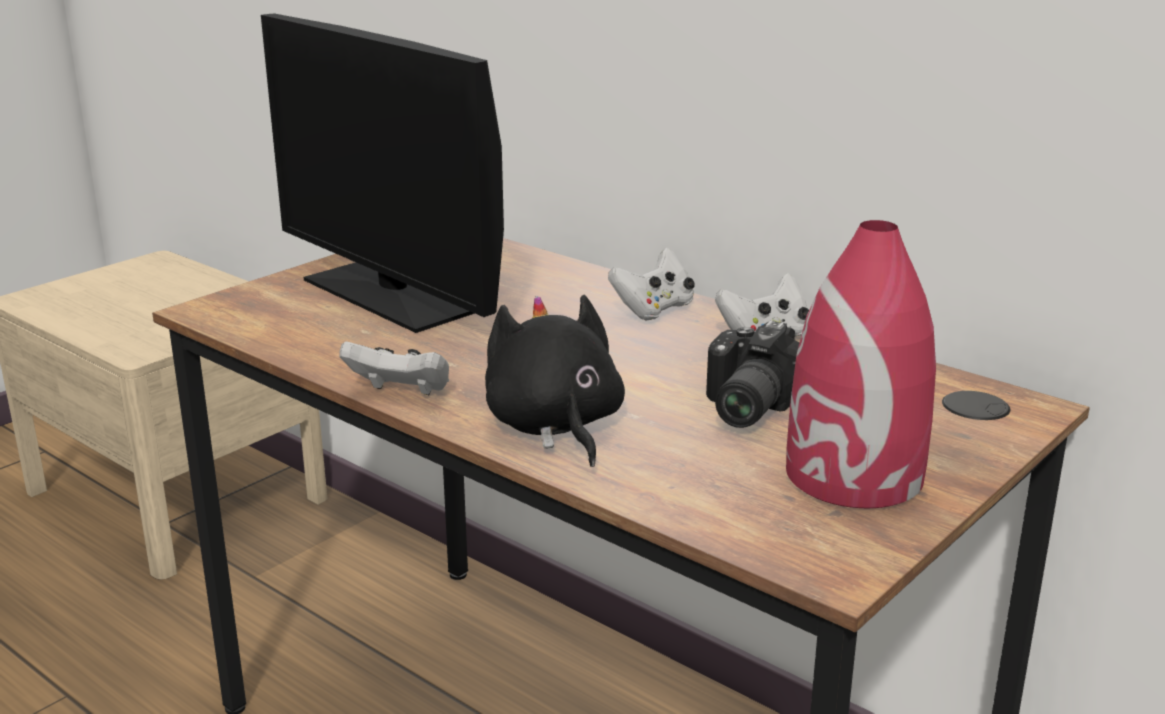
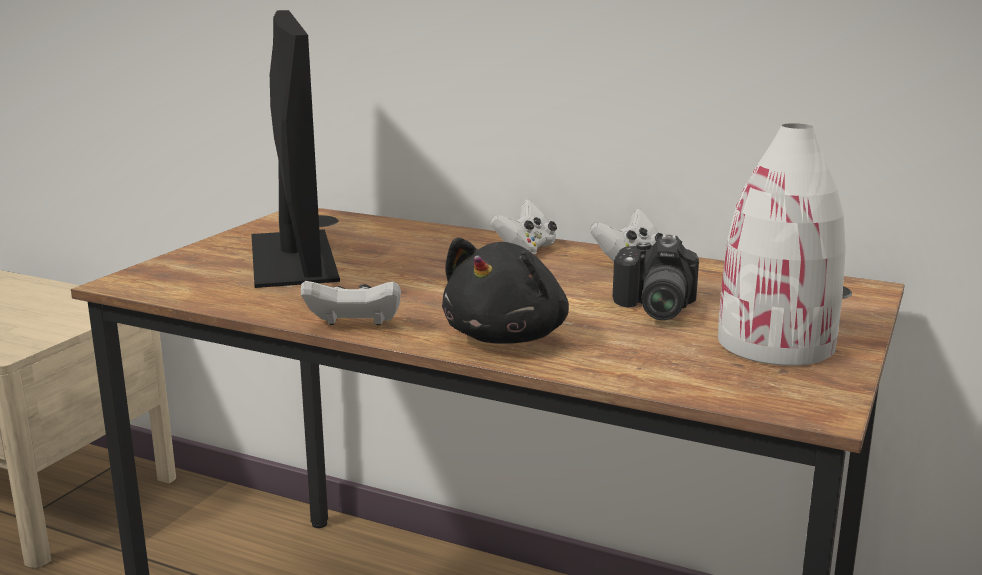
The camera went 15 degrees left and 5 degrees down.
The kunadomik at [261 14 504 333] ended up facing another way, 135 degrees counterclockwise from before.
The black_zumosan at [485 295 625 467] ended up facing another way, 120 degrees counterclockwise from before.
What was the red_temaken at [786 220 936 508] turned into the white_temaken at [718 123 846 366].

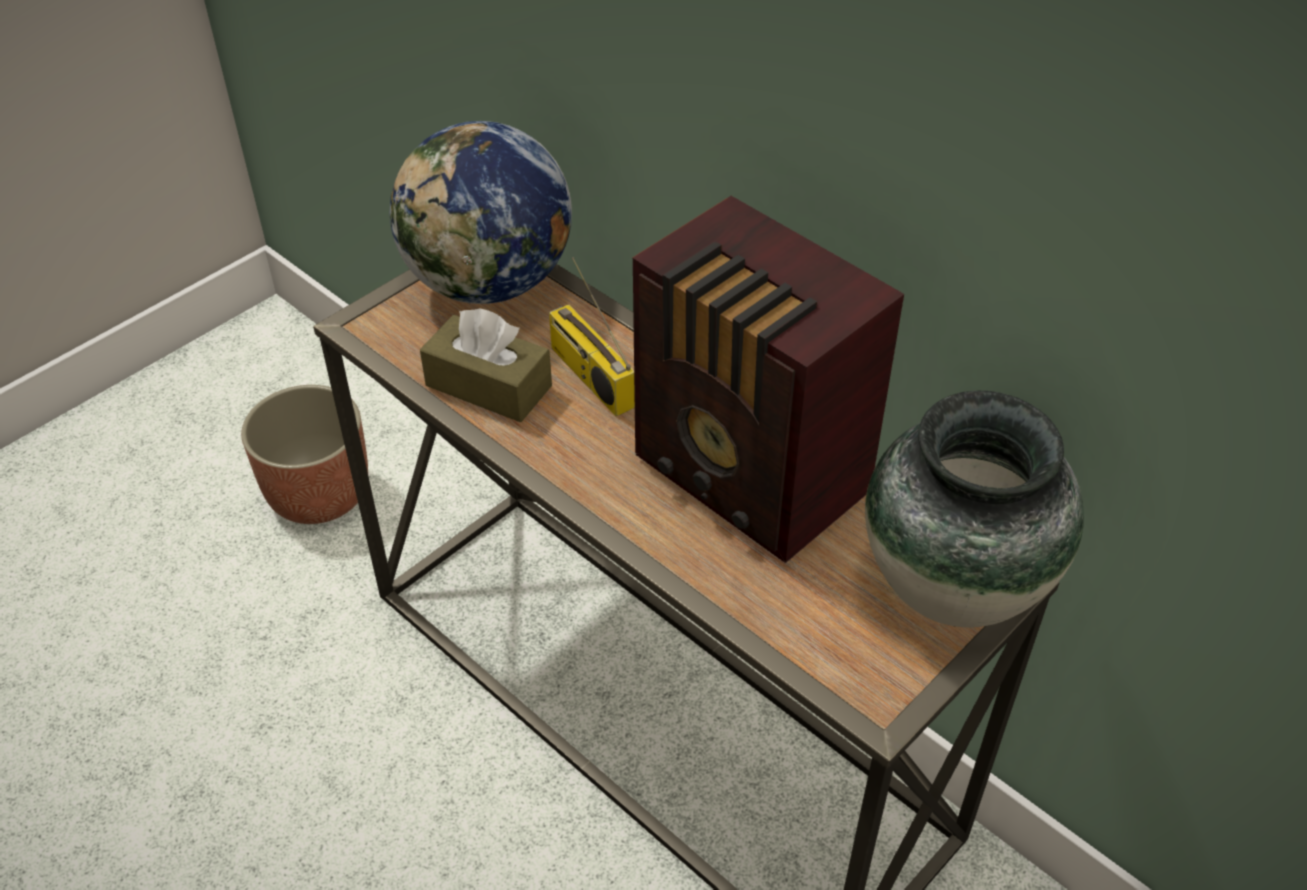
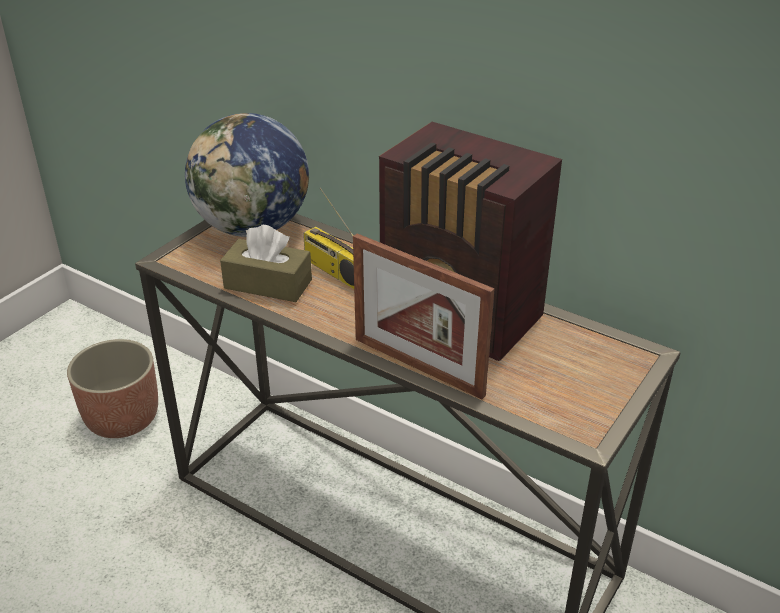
The camera went 10 degrees left and 10 degrees down.
The second view lost the temaken at [865 390 1084 628].
The second view gained the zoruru at [353 233 495 399].

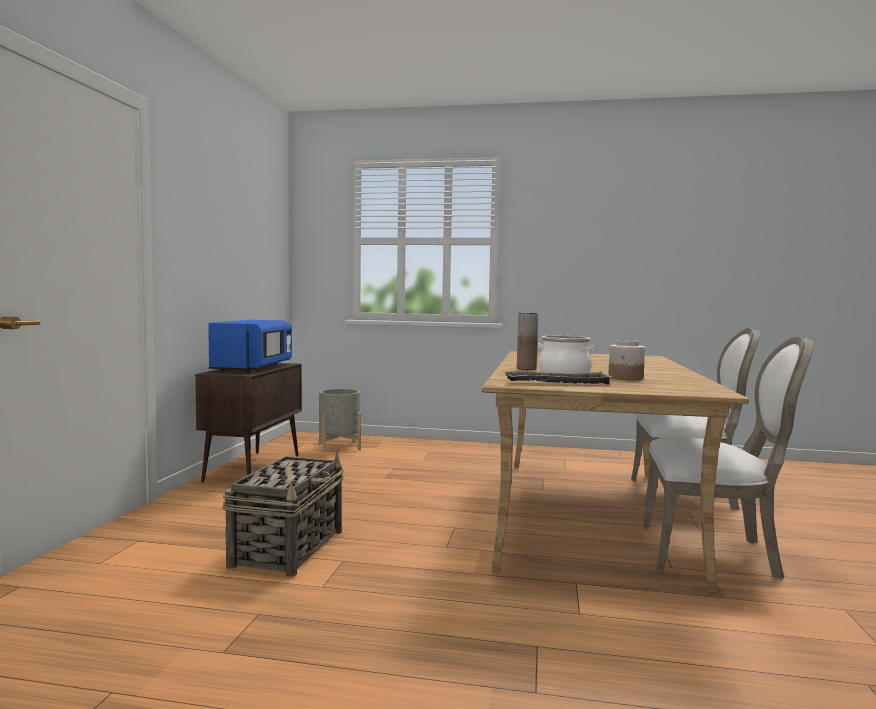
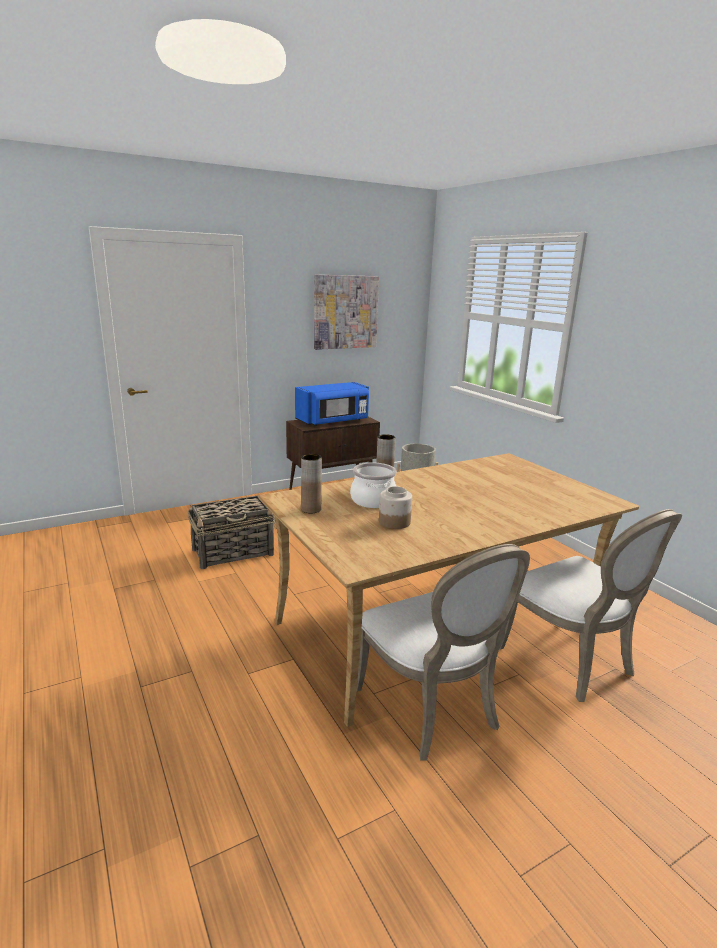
The camera went 50 degrees right and 15 degrees up.
Where the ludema stood at [504 371 613 385], the brown_temaken came to stand at [301 454 322 513].
The second view gained the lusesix at [314 275 379 350].

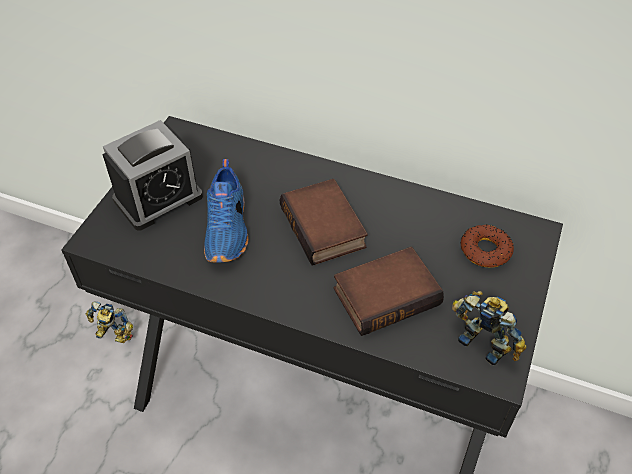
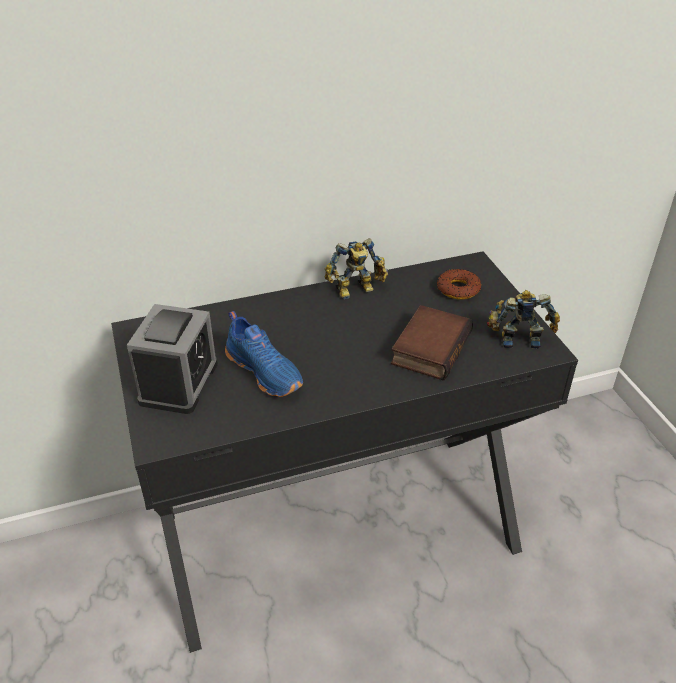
The camera went 40 degrees left and 10 degrees down.
The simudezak ended up elsewhere, having gone from [86 302 133 343] to [325 238 388 299].
The second view lost the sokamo at [280 179 368 266].

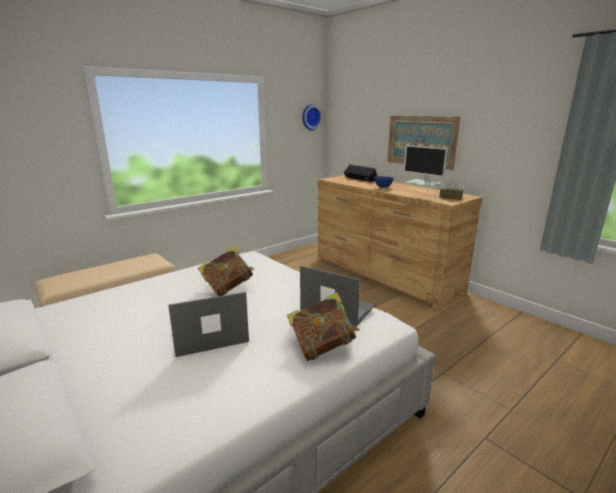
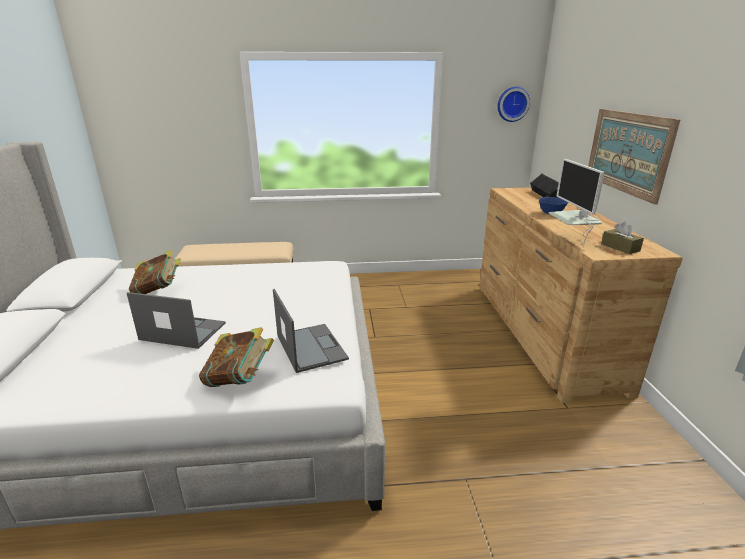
The camera went 35 degrees right and 5 degrees up.
The sokamo ended up elsewhere, having gone from [198 246 255 296] to [129 250 181 294].

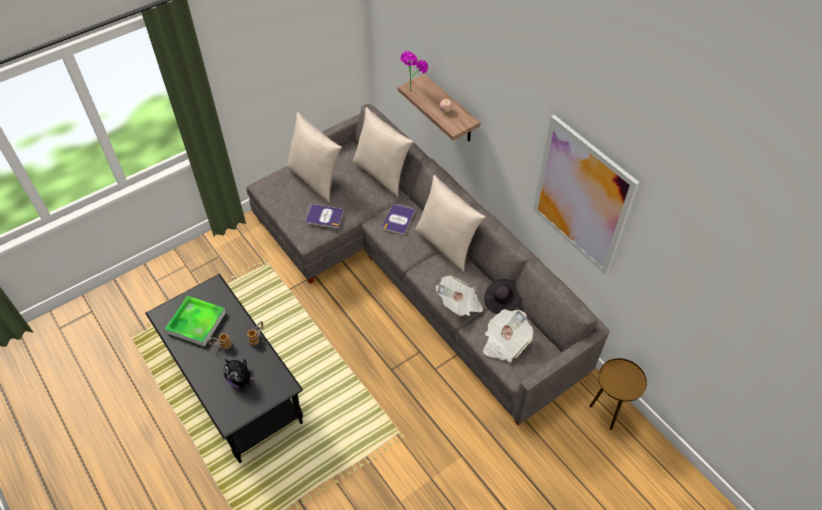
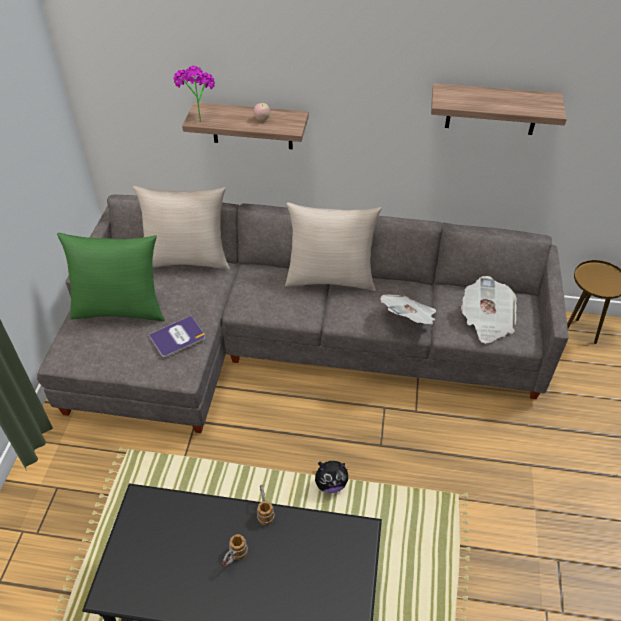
The camera went 45 degrees left and 5 degrees down.
The second view lost the ludema at [165 296 226 347].
The zumosan ended up elsewhere, having gone from [224 359 255 387] to [315 461 349 493].
What was the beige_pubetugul at [287 112 342 203] turned into the green_pubetugul at [57 233 165 322].
The second view lost the sokamo at [382 204 416 235].
The second view lost the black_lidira at [484 279 521 314].
Where the lusesix hung at [533 115 640 275], the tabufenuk came to hang at [431 83 567 135].

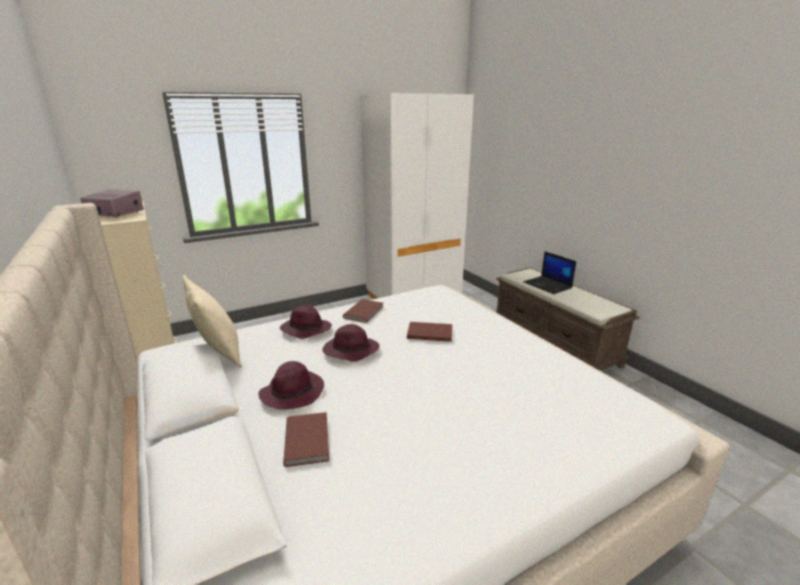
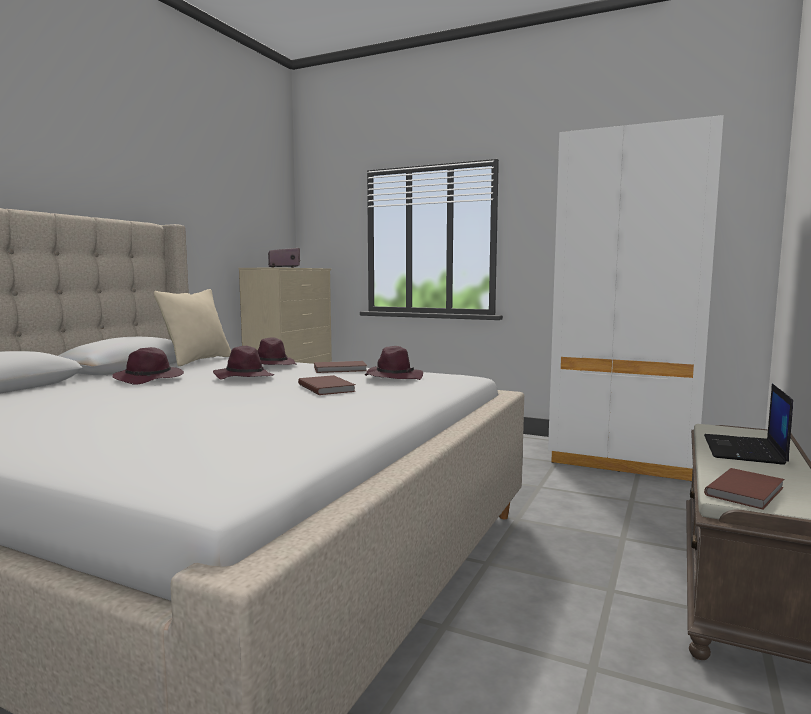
The camera went 55 degrees right and 15 degrees down.
The brown_sokamo ended up elsewhere, having gone from [283 412 329 467] to [704 468 784 510].
The second view gained the purple_lidira at [365 346 423 380].

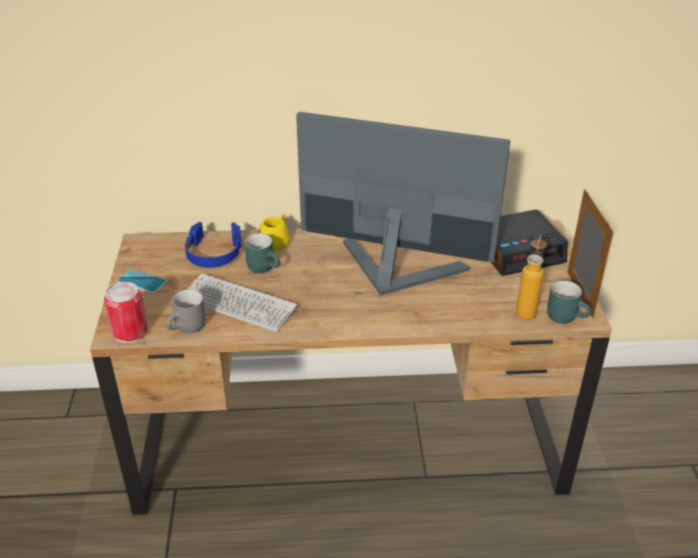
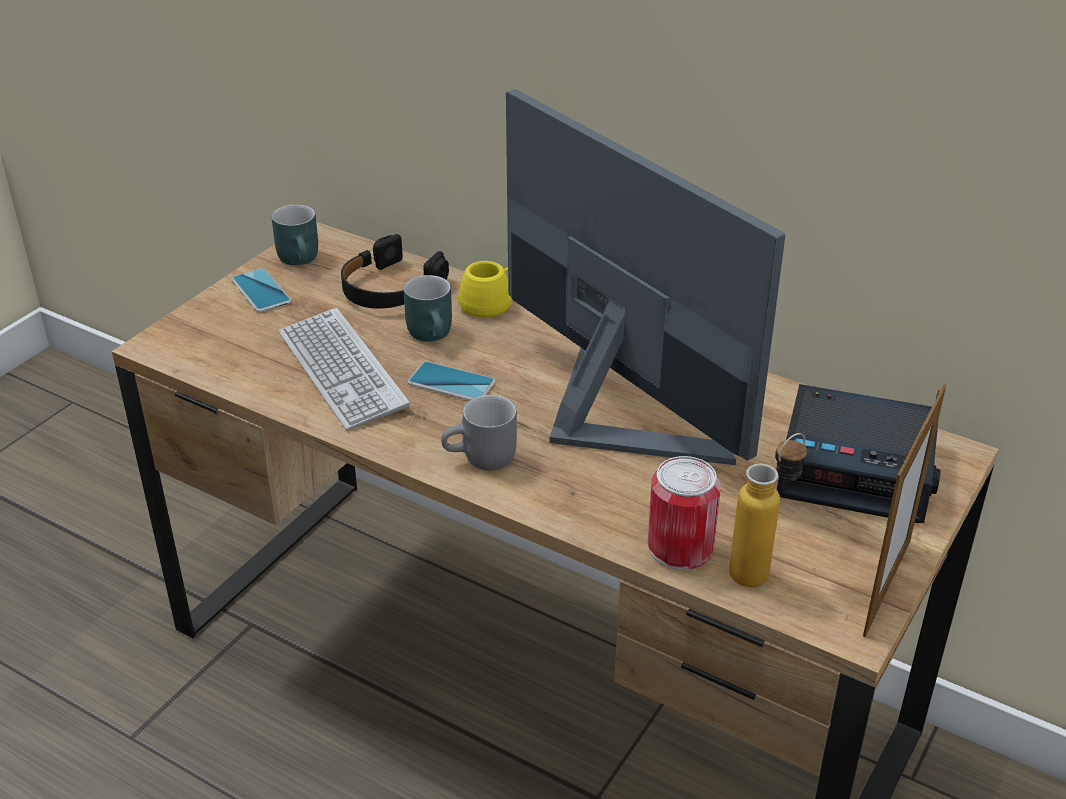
The camera went 35 degrees right and 0 degrees up.
The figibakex ended up elsewhere, having gone from [104 282 148 343] to [647 456 721 570].
The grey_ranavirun ended up elsewhere, having gone from [166 290 206 333] to [441 395 517 471].
What was the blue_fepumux at [185 222 241 268] turned into the black_fepumux at [341 234 449 309].
The turquoise_ranavirun ended up elsewhere, having gone from [547 281 591 324] to [271 204 318 265].
The second view gained the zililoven at [408 361 496 400].

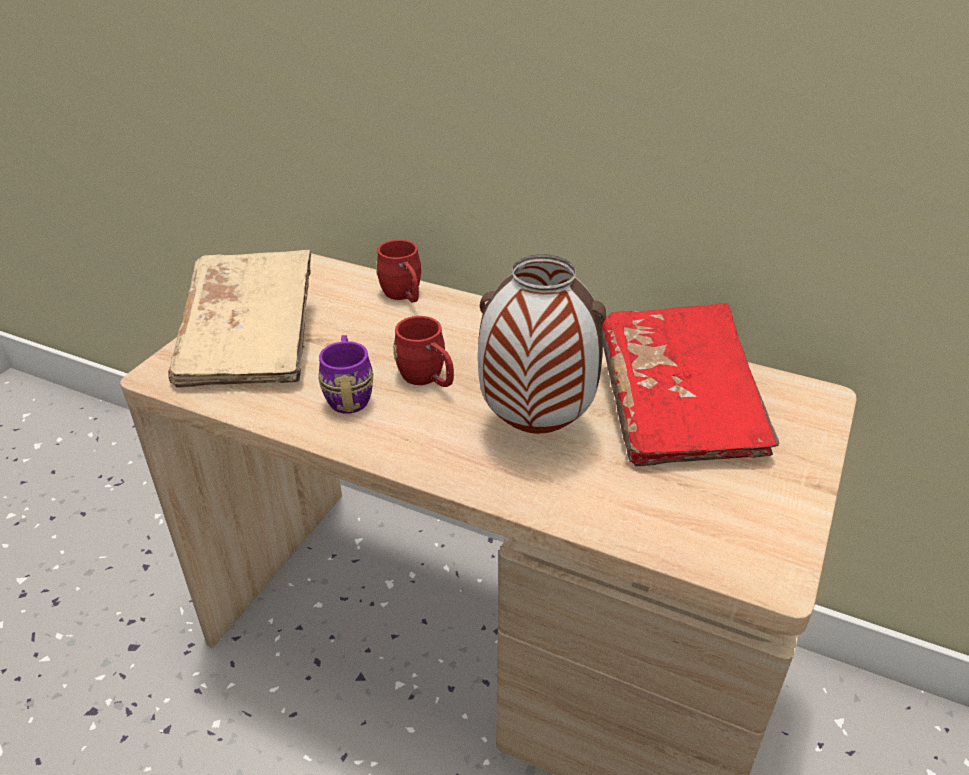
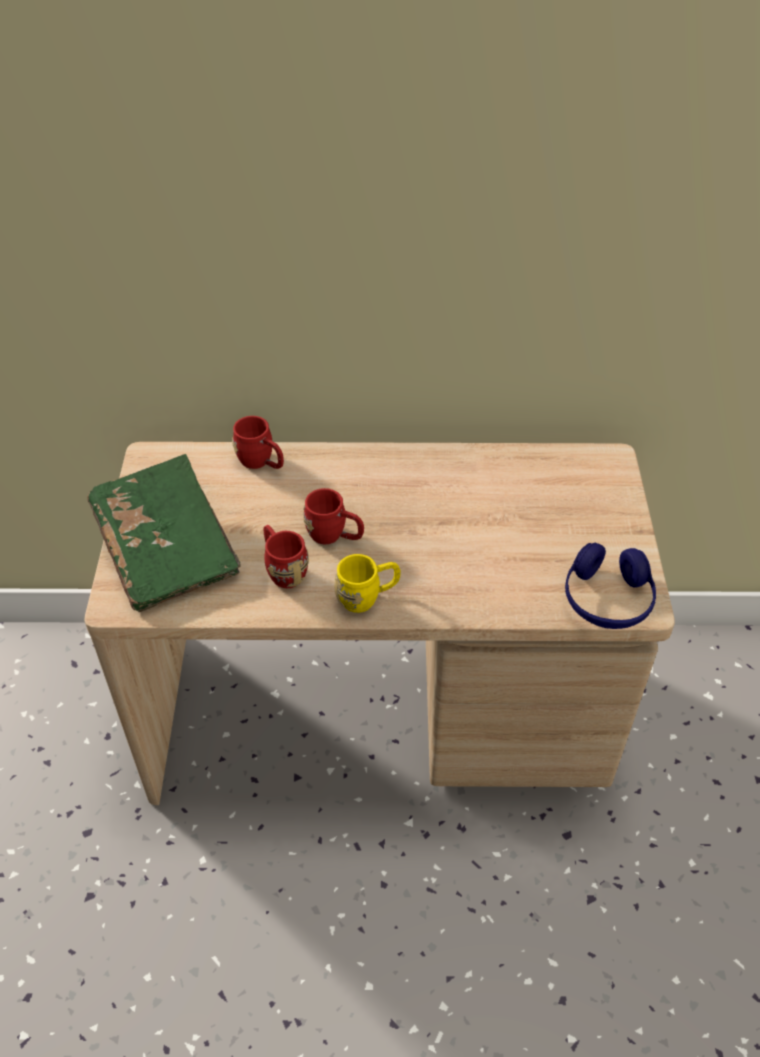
The camera went 25 degrees left and 10 degrees up.
What was the beige_sokamo at [168 250 311 388] turned into the green_sokamo at [87 454 241 612].
What was the purple_ranavirun at [318 335 373 414] turned into the red_ranavirun at [264 525 309 588].
The second view lost the temaken at [478 254 606 434].
The second view lost the red_sokamo at [602 303 779 467].
The second view gained the yellow_ranavirun at [334 554 401 613].
The second view gained the blue_fepumux at [565 543 656 629].

